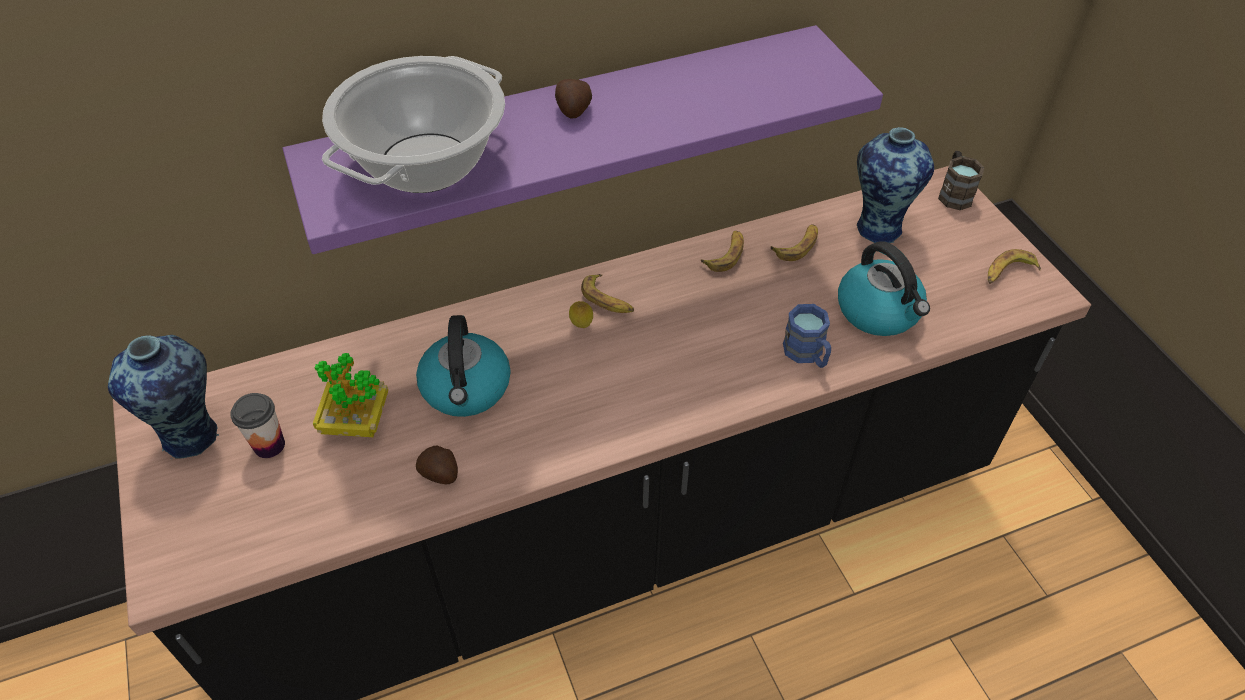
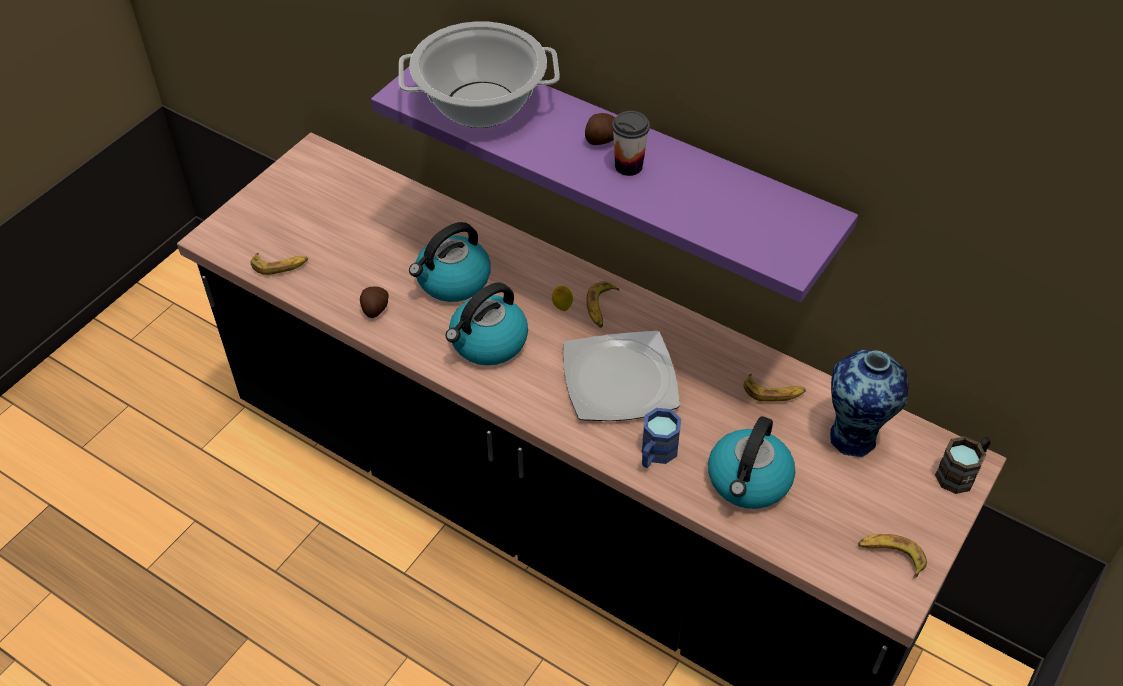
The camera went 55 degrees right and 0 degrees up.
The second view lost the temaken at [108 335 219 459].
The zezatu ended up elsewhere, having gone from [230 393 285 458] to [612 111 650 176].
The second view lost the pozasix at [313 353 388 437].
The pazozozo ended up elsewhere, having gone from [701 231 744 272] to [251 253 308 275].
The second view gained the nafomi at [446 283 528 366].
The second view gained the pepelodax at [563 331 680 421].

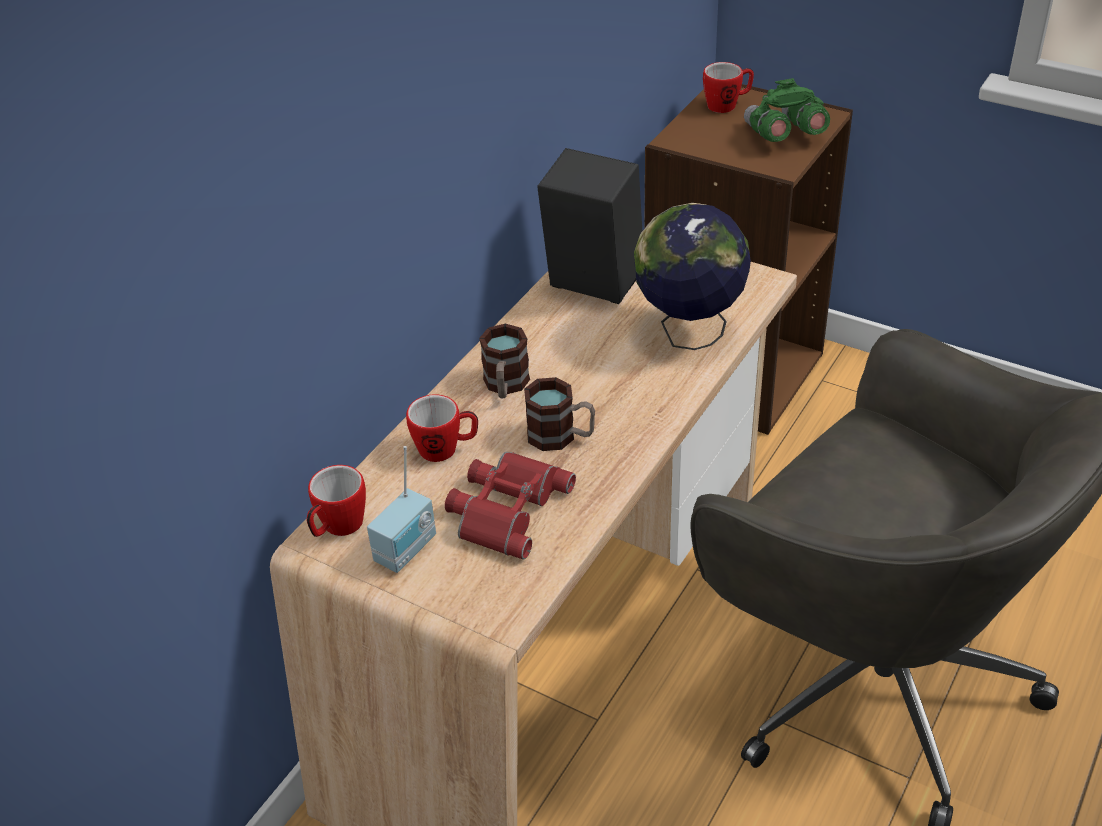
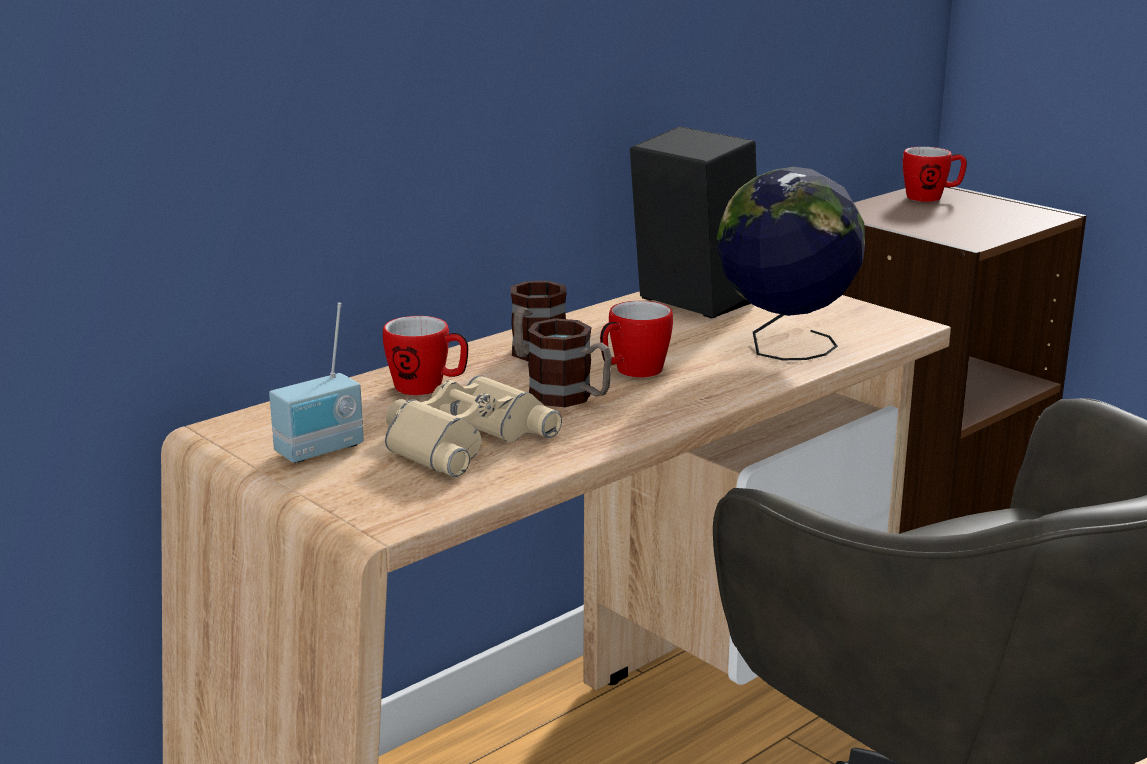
The camera went 15 degrees right and 20 degrees down.
The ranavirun ended up elsewhere, having gone from [307 465 366 537] to [600 301 673 378].
What was the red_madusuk at [445 452 576 560] turned into the beige_madusuk at [385 375 562 477].
The second view lost the green_madusuk at [744 78 830 142].

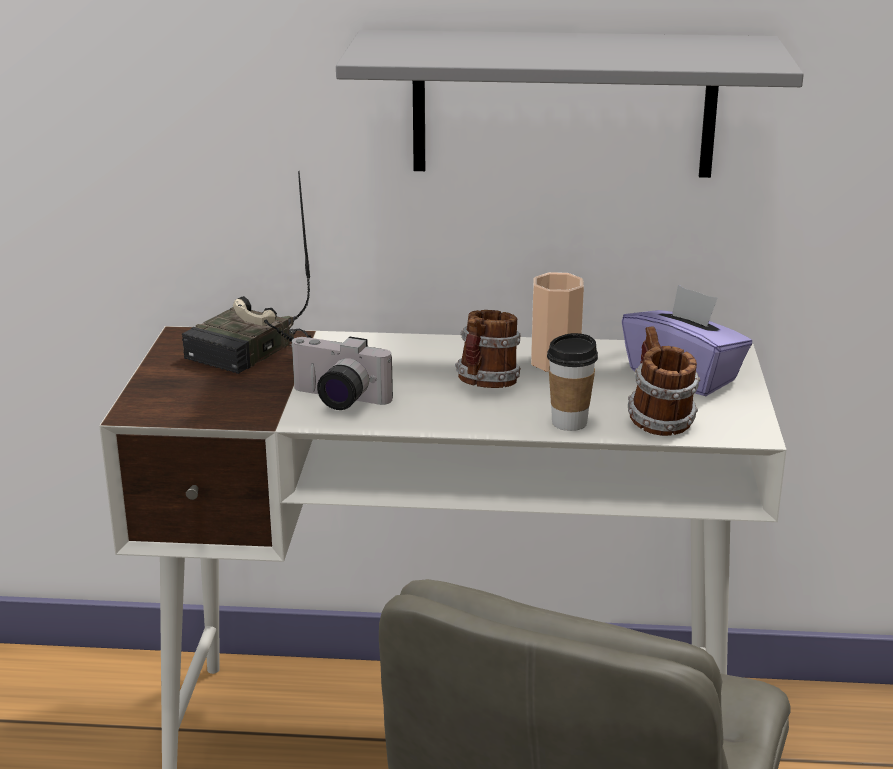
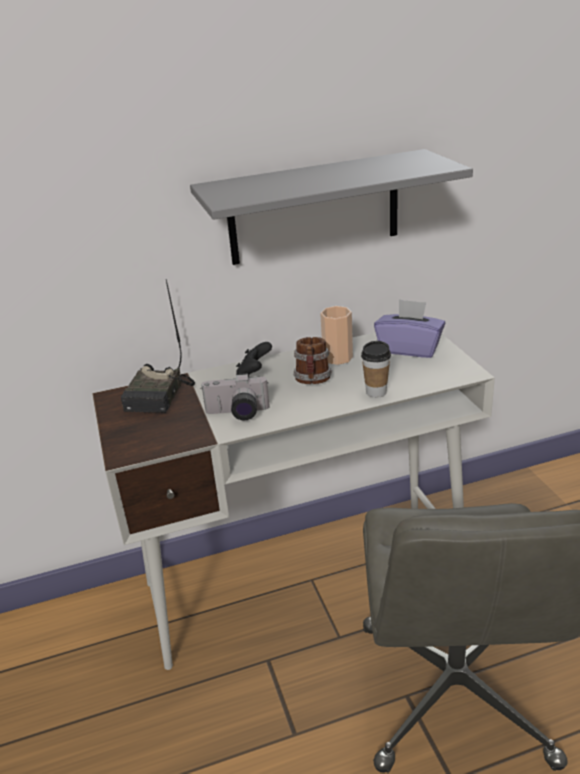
The camera went 20 degrees left and 5 degrees up.
The second view lost the ranavirun at [628 326 700 436].
The second view gained the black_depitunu at [236 342 272 377].

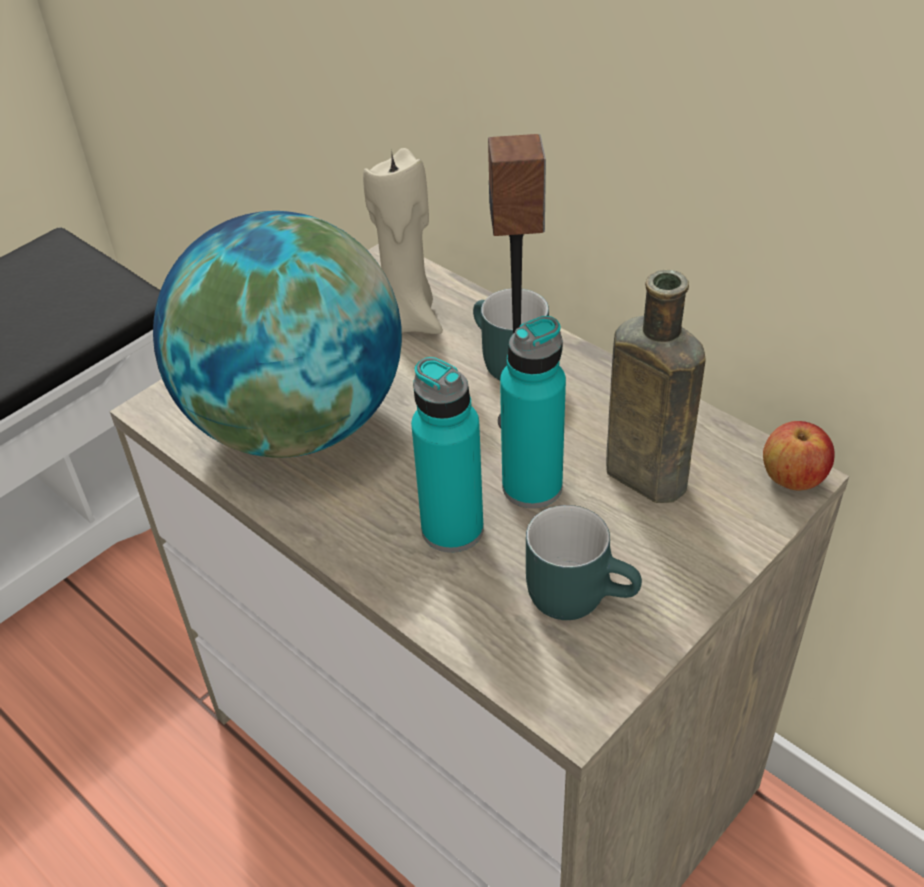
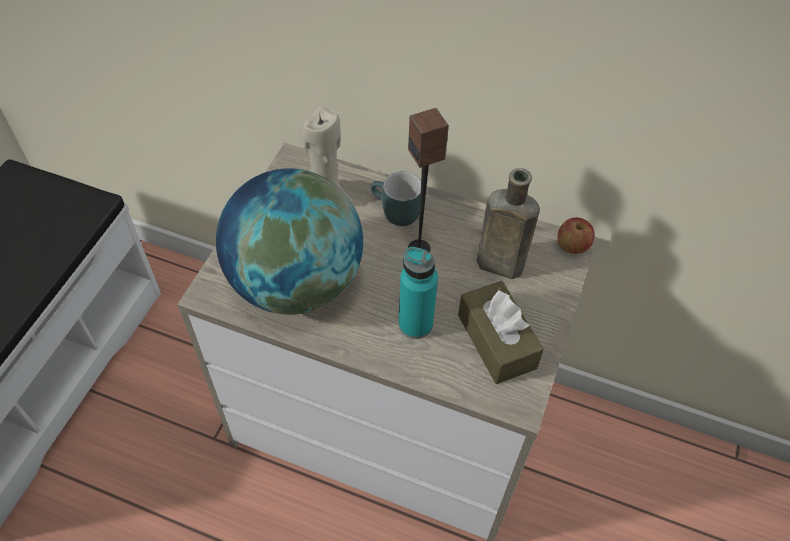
The camera went 25 degrees left and 10 degrees up.
The second view lost the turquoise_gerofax at [500 316 566 508].
Where the turquoise_ranavirun stood at [526 505 642 620], the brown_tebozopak came to stand at [458 281 544 384].

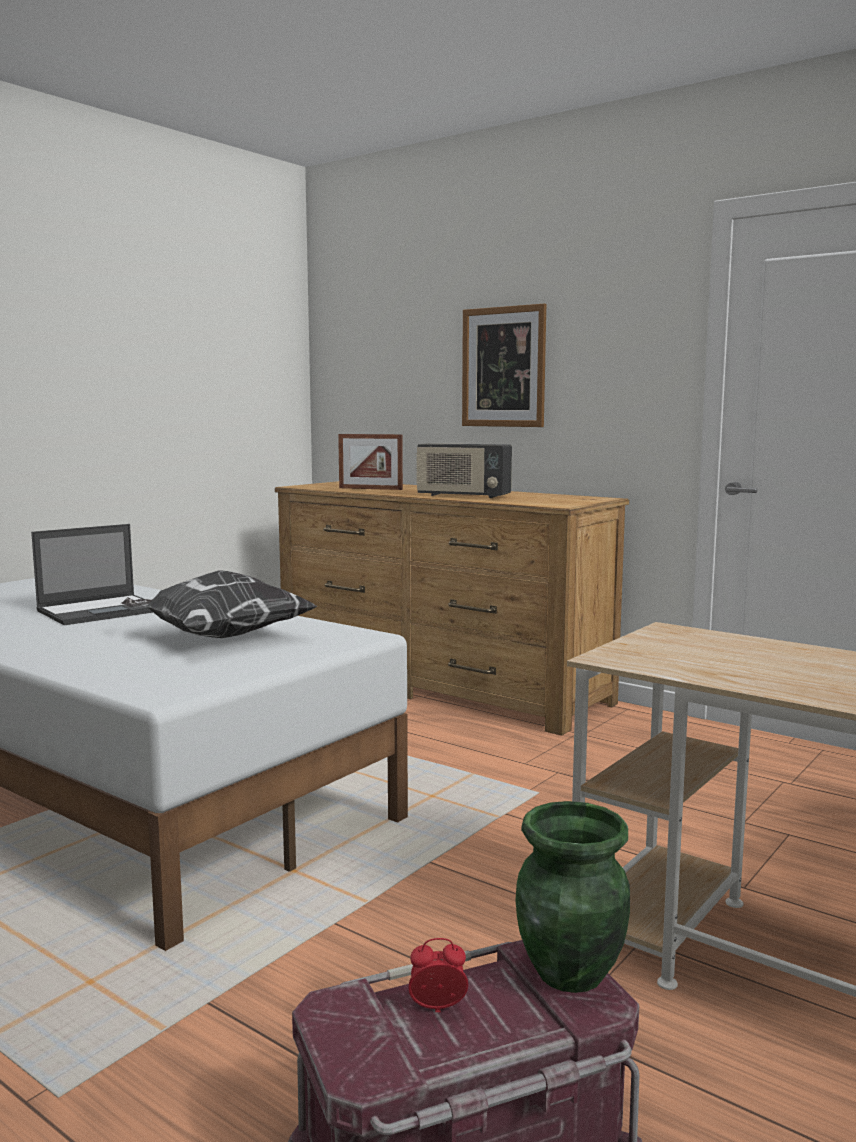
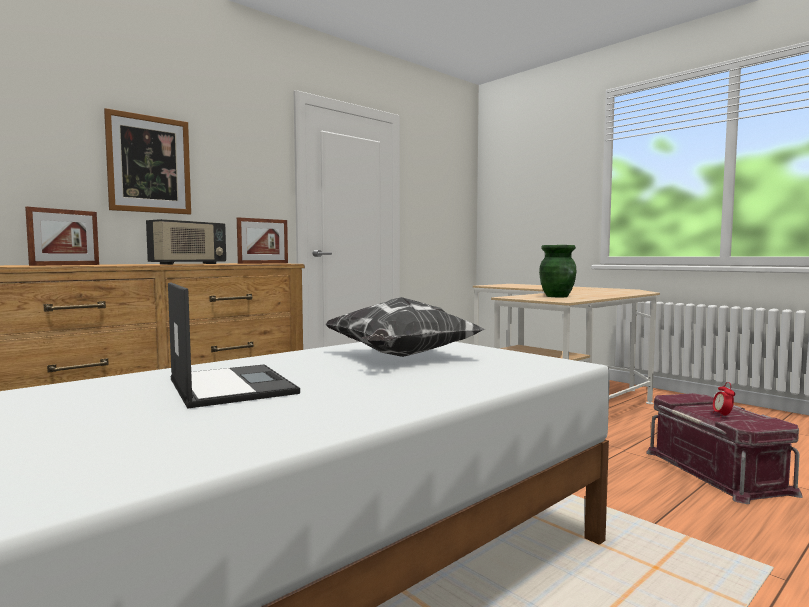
The camera went 80 degrees left and 5 degrees down.
The green_temaken ended up elsewhere, having gone from [516 801 630 993] to [539 245 576 297].
The second view gained the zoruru at [237 217 288 264].

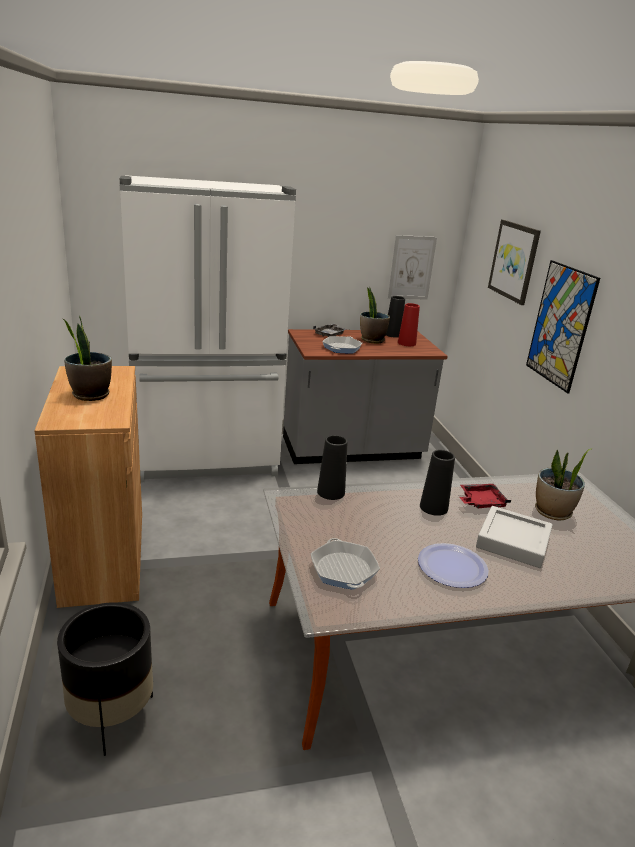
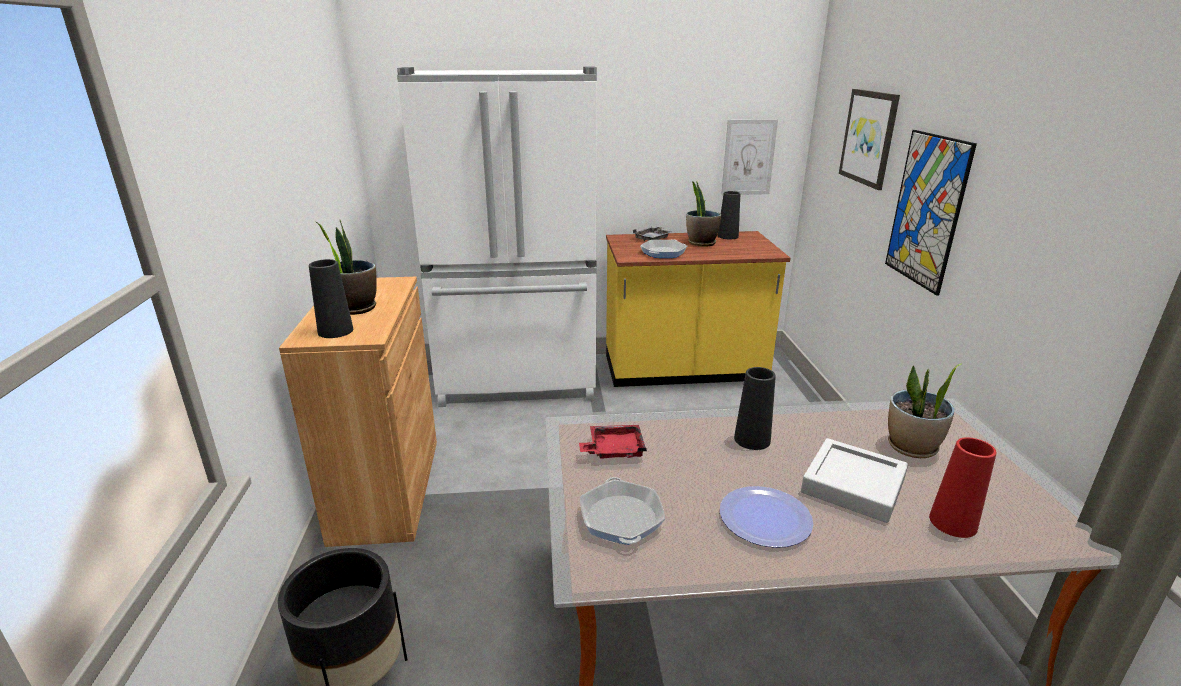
The camera went 10 degrees right and 0 degrees up.
What was the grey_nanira at [283 329 448 464] turned into the yellow_nanira at [606 231 790 387].
The black_temaken ended up elsewhere, having gone from [317 435 348 500] to [309 259 353 338].
The red_temaken ended up elsewhere, having gone from [398 303 420 346] to [929 437 997 538].
The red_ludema ended up elsewhere, having gone from [459 484 511 508] to [579 425 647 459].

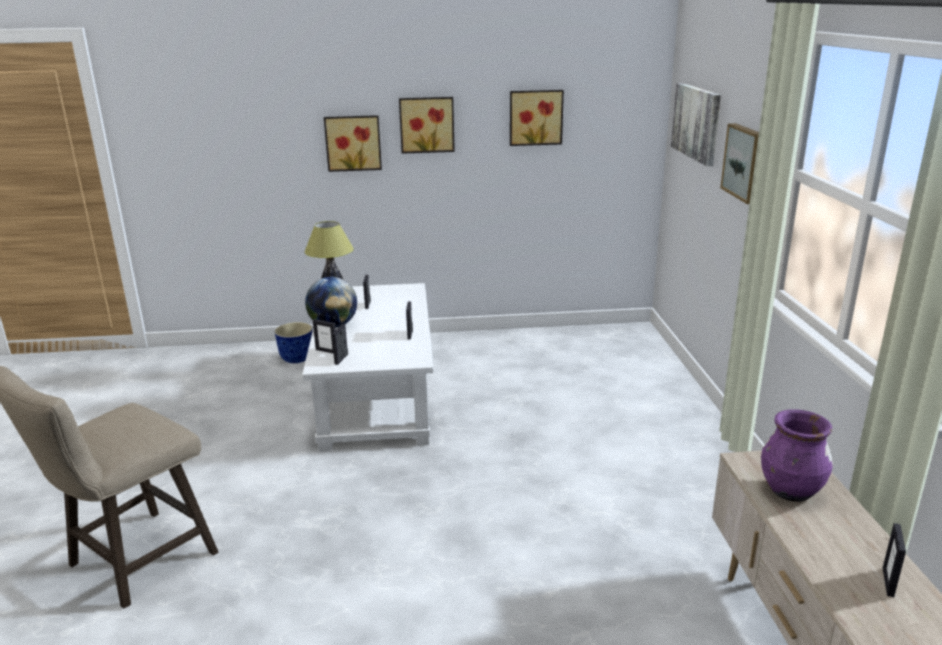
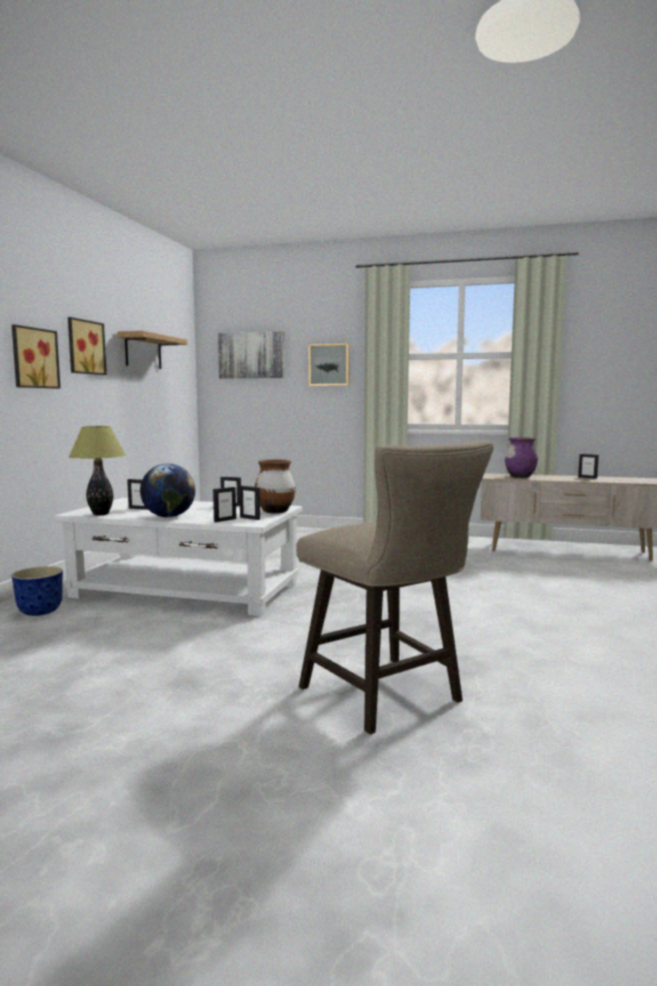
The camera went 70 degrees left and 15 degrees down.
Where the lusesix hung at [510 90 564 146], the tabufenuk came to hang at [117 331 188 369].
The second view gained the brown_temaken at [254 459 296 513].

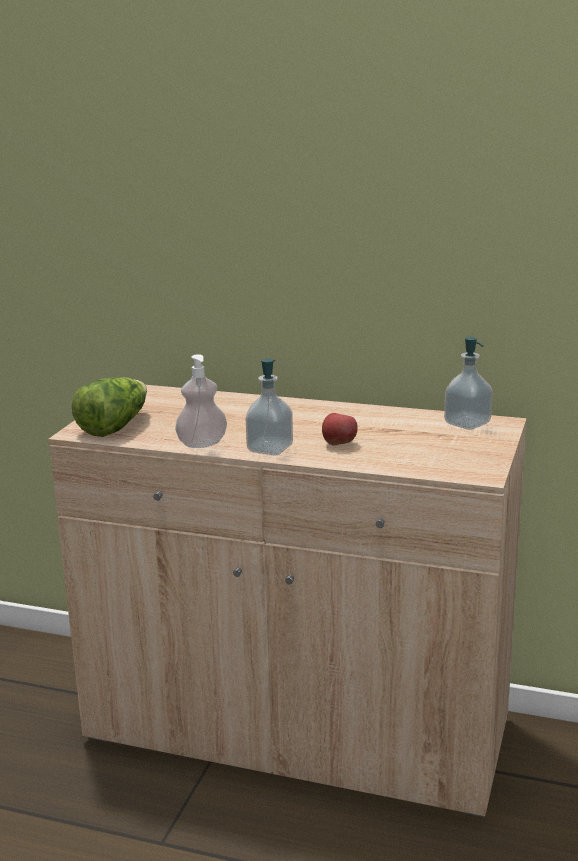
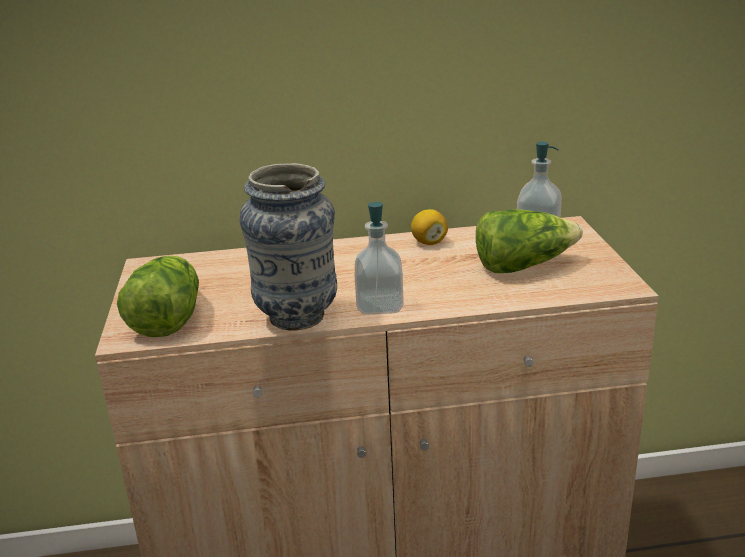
The camera went 25 degrees left and 5 degrees up.
Where the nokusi stood at [175 354 227 448], the temaken came to stand at [239 163 337 331].
The second view lost the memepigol at [322 413 358 446].
The second view gained the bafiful at [411 209 448 245].
The second view gained the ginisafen at [476 209 583 273].

